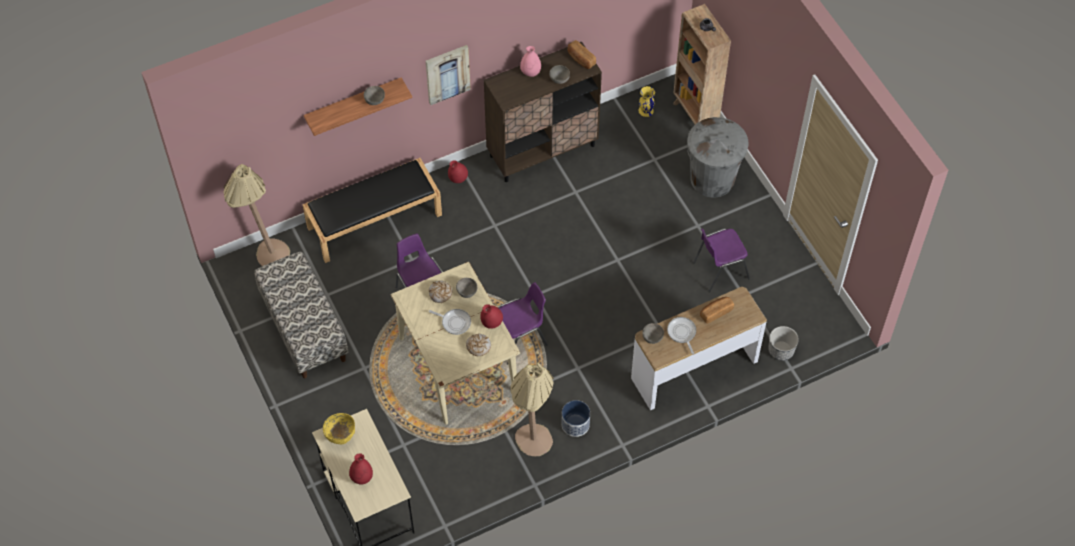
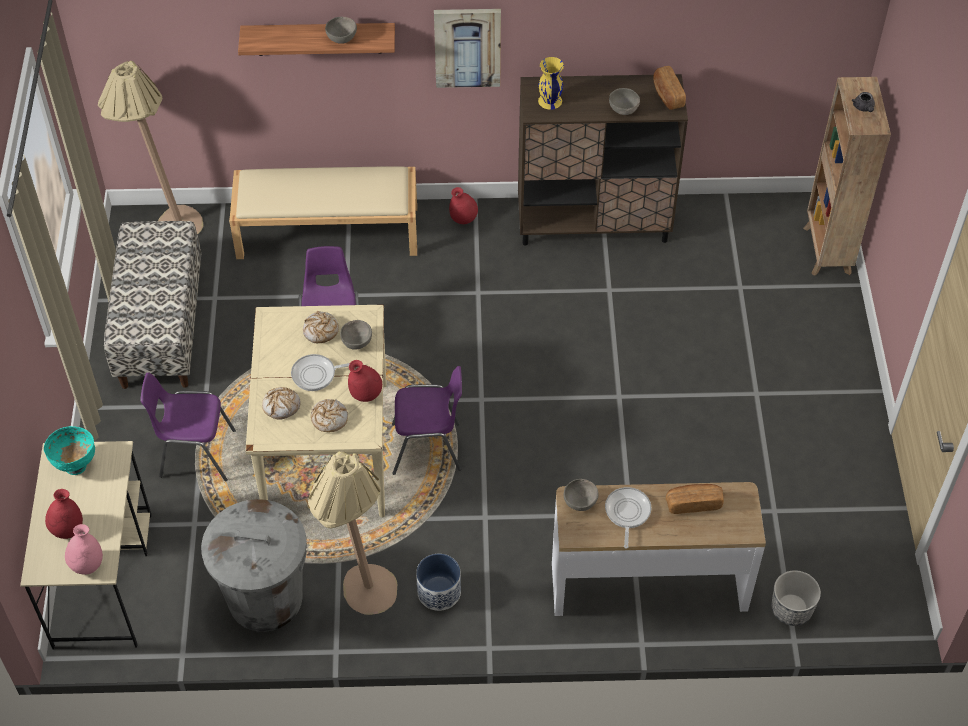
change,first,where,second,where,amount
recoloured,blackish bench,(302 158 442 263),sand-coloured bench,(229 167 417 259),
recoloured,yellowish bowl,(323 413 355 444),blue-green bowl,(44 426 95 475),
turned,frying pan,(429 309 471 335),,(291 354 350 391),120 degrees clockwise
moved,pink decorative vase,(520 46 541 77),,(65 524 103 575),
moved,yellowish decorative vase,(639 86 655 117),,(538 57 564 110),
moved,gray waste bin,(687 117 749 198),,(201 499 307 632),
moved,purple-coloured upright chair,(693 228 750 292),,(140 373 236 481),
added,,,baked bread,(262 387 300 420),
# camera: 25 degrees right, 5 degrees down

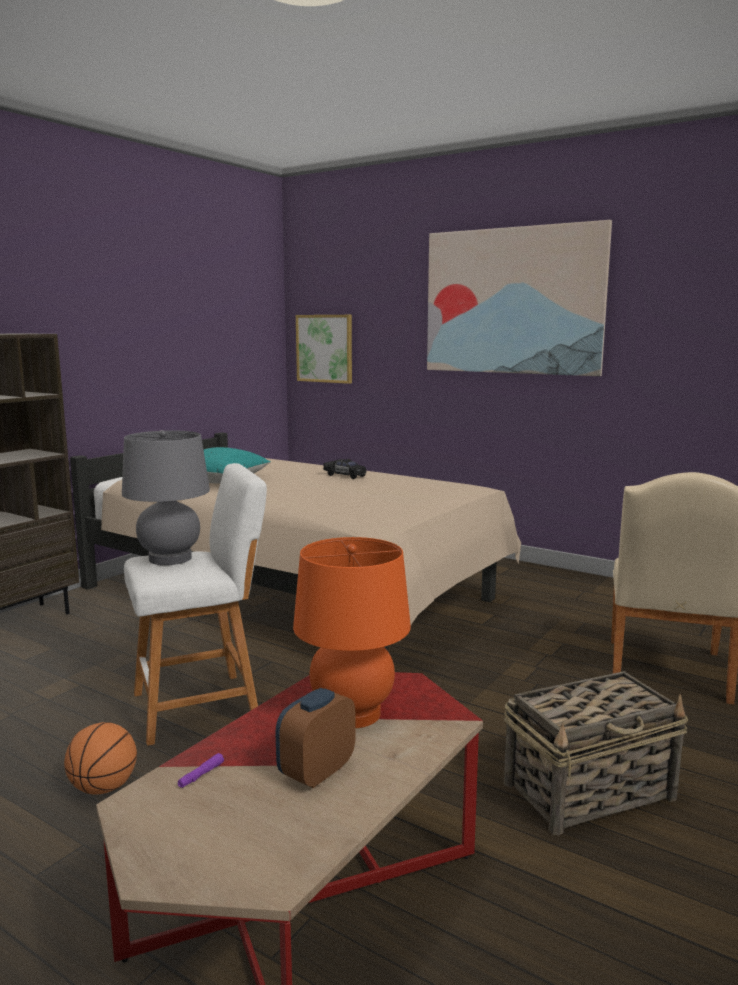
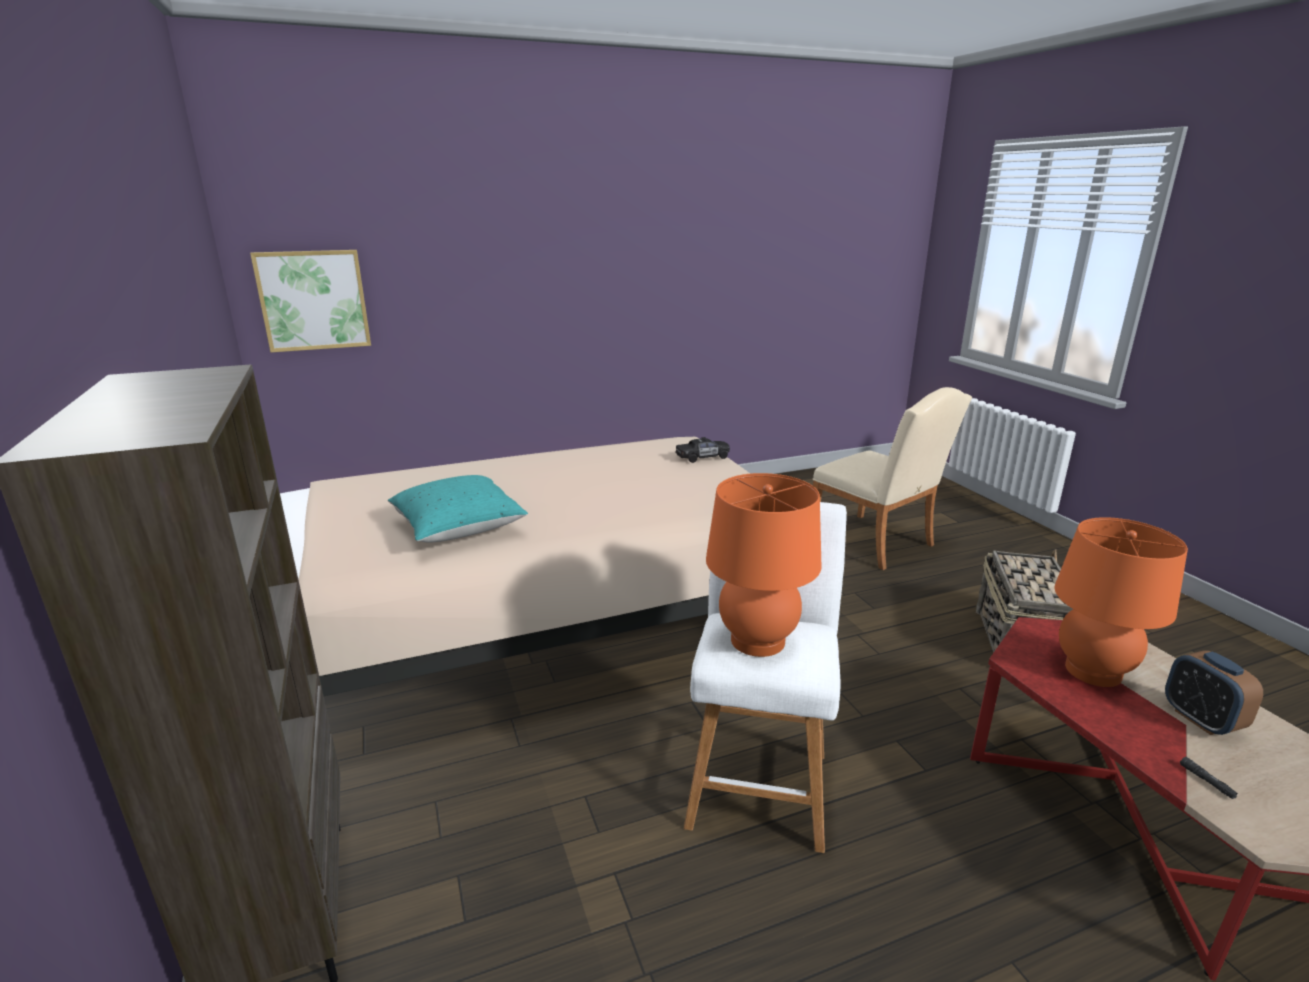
change,first,where,second,where,amount
removed,basketball ball,(64 722 137 795),,,
recoloured,gray table lamp,(122 430 210 565),orange table lamp,(706 473 821 657),
recoloured,purple-coloured flashlight,(178 753 224 788),blackish flashlight,(1180 757 1238 799),
moved,blackish toy car,(323 459 366 479),,(675 437 730 463),
removed,wall art,(427 220 612 376),,,
# camera: 55 degrees left, 10 degrees up

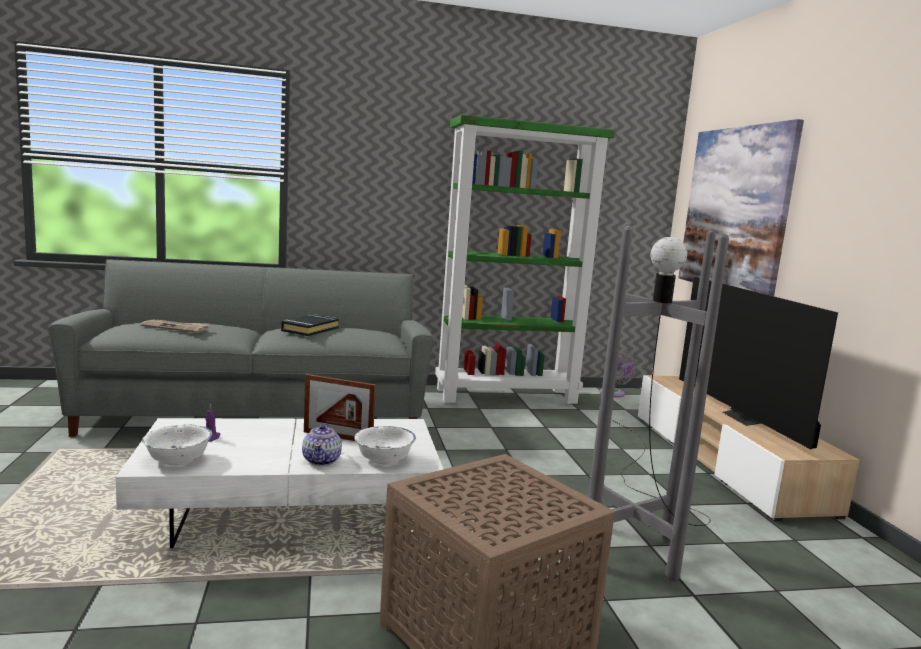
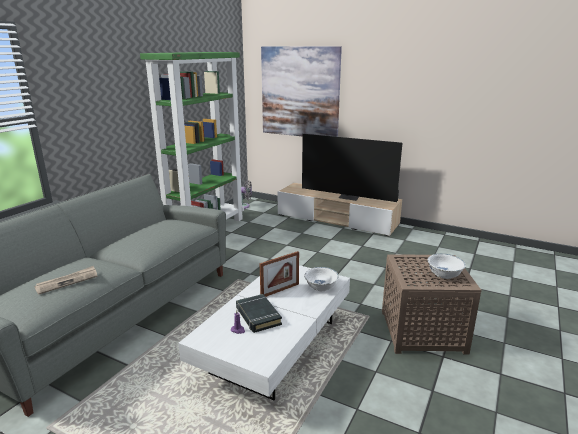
change,first,where,second,where,amount
moved,white bowl,(142 424 213 465),,(428 254 466 279),
moved,blackish volume,(281 314 340 336),,(236 294 282 333),
removed,pot for tea,(302 423 342 466),,,
removed,gray standing lamp,(588 223 729 582),,,
# camera: 50 degrees left, 10 degrees up

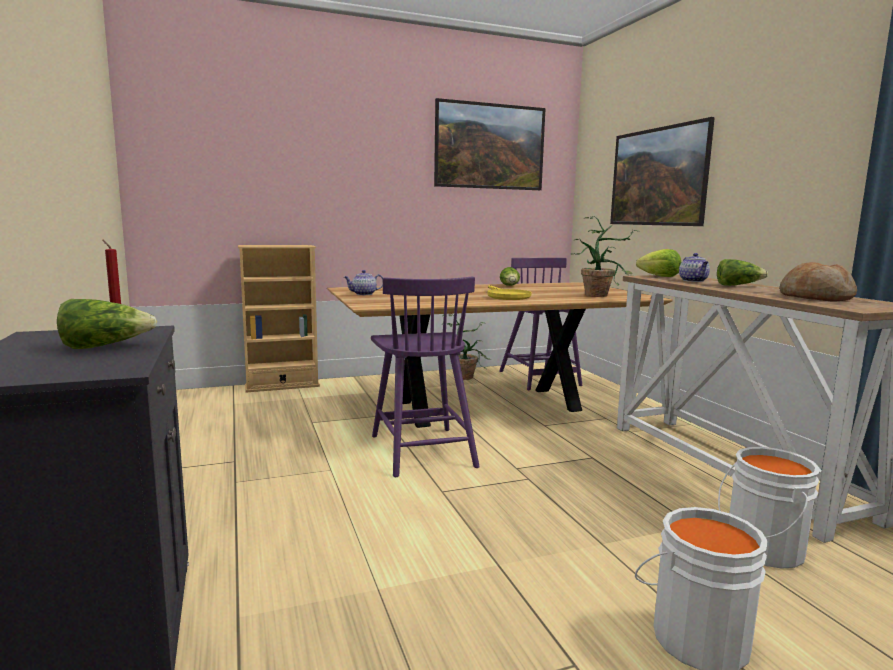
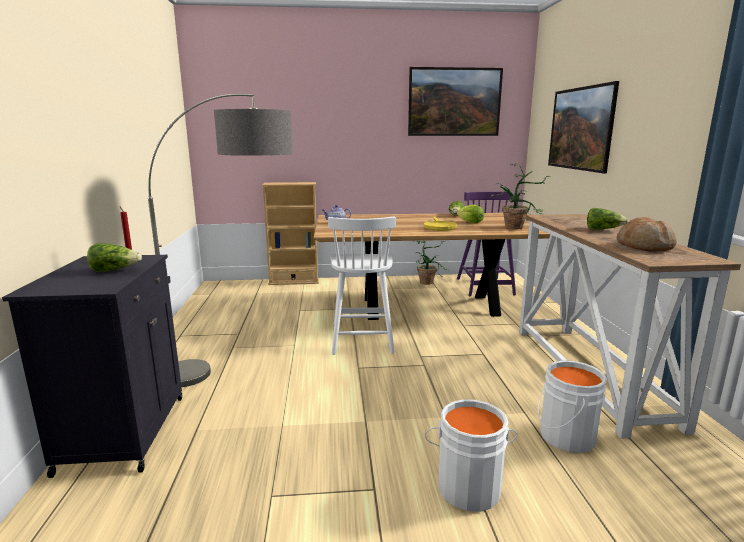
change,first,where,second,where,amount
recoloured,purple-coloured upright chair,(371 277 480 477),white upright chair,(328 216 396 355),
moved,lettuce head,(636 249 681 277),,(457 204 484 223),
removed,pot for tea,(679 253 710 282),,,
added,,,standing lamp,(148 94 293 387),
# camera: 15 degrees right, 5 degrees up

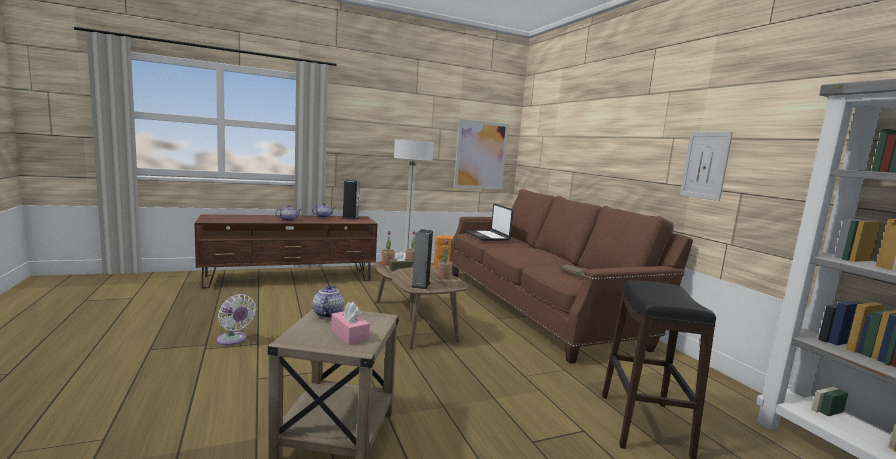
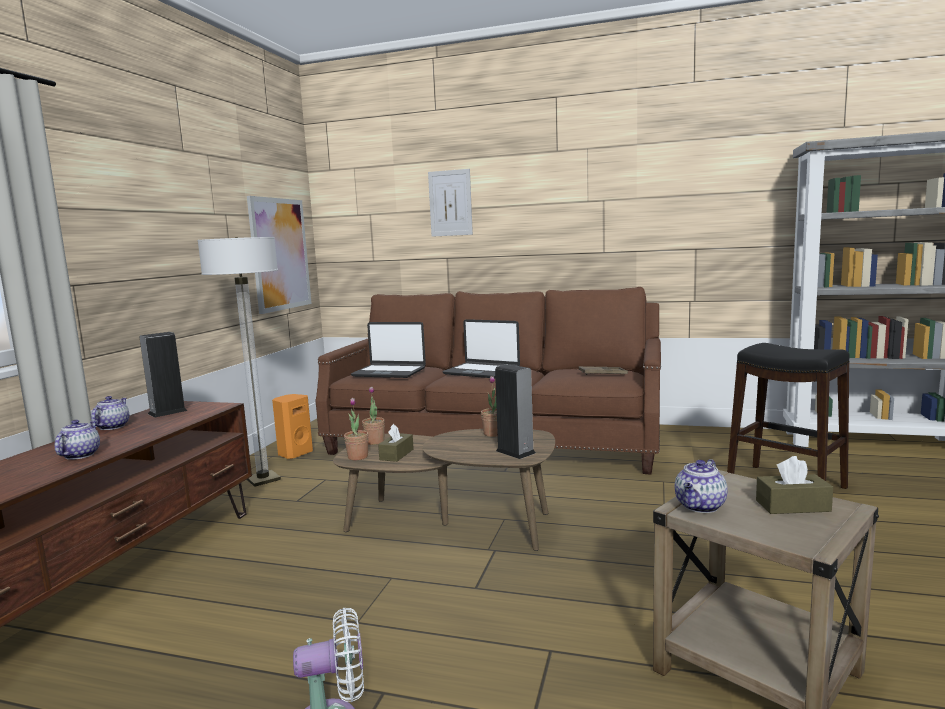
change,first,where,second,where,amount
turned,pot for tea,(312 285 344 318),,(675 459 728 513),90 degrees counterclockwise
recoloured,pink tissue holder,(331 302 370 345),brown tissue holder,(756 456 833 514),
moved,wall art,(680 132 733 201),,(428 169 473 237),
added,,,notebook computer,(443 319 520 379),
# camera: 50 degrees left, 0 degrees up

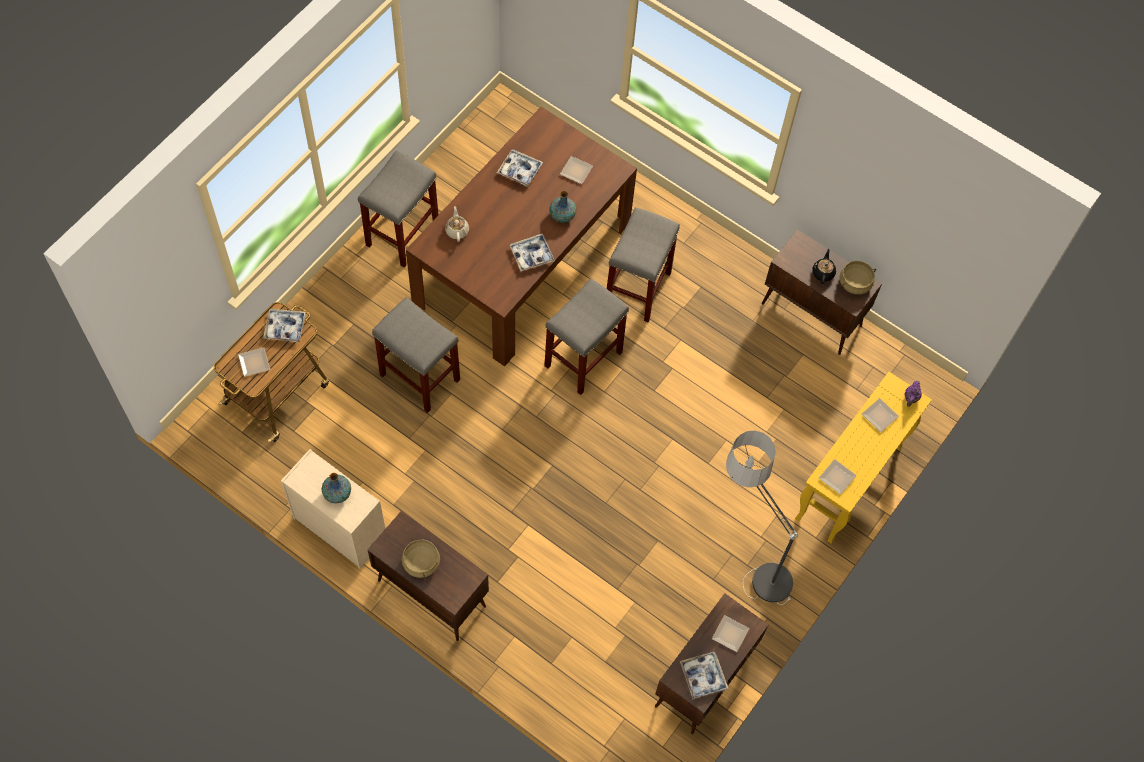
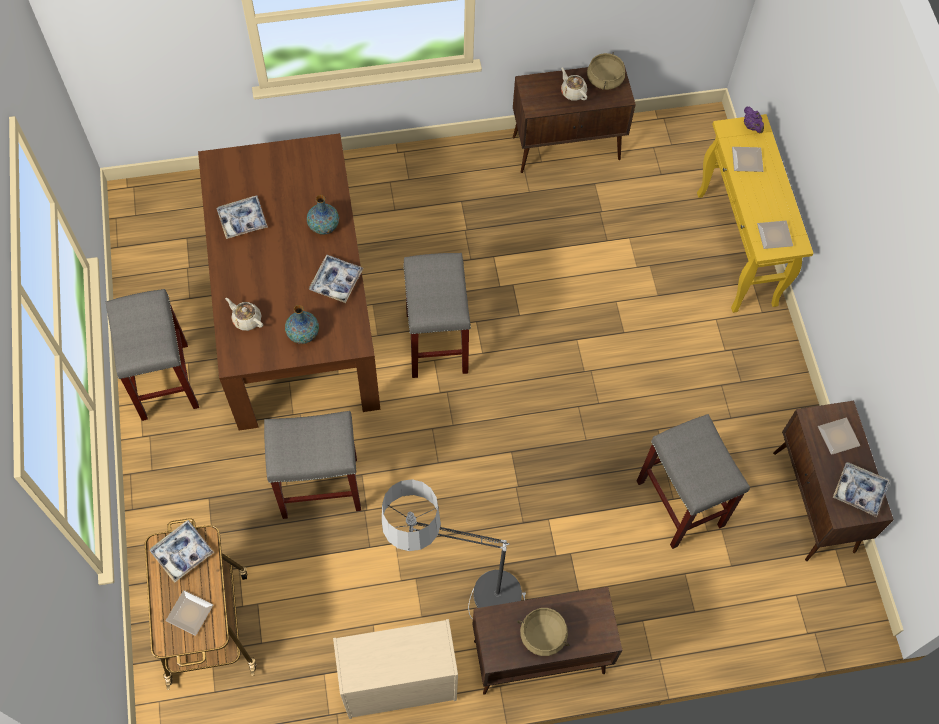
change,first,where,second,where,amount
moved,decorative vase,(321 473 351 504),,(285 305 319 344),
removed,dinner plate,(560 156 593 184),,,
moved,gray stool seat,(607 207 680 322),,(637 414 750 549),
moved,standing lamp,(726 431 797 605),,(382 479 526 619),
recoloured,blackish pot for tea,(812 249 836 284),sand-coloured pot for tea,(561 67 587 100),
# camera: 45 degrees left, 0 degrees up

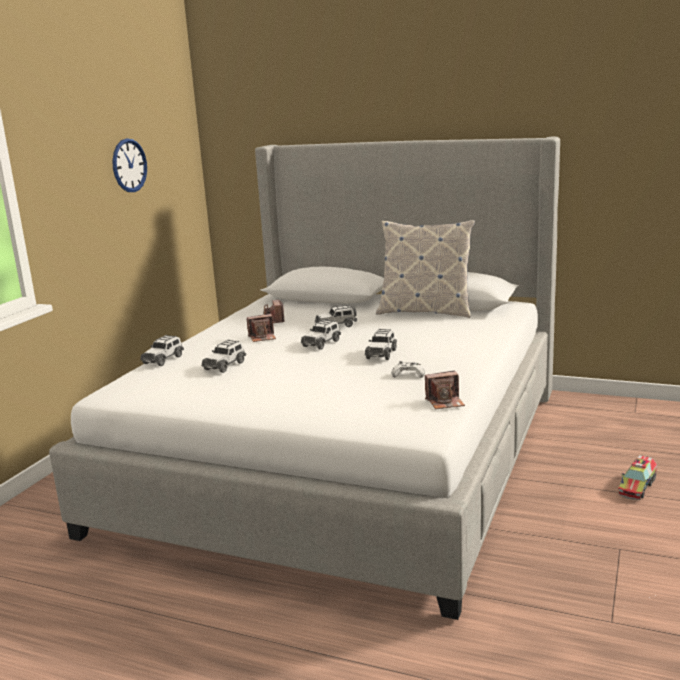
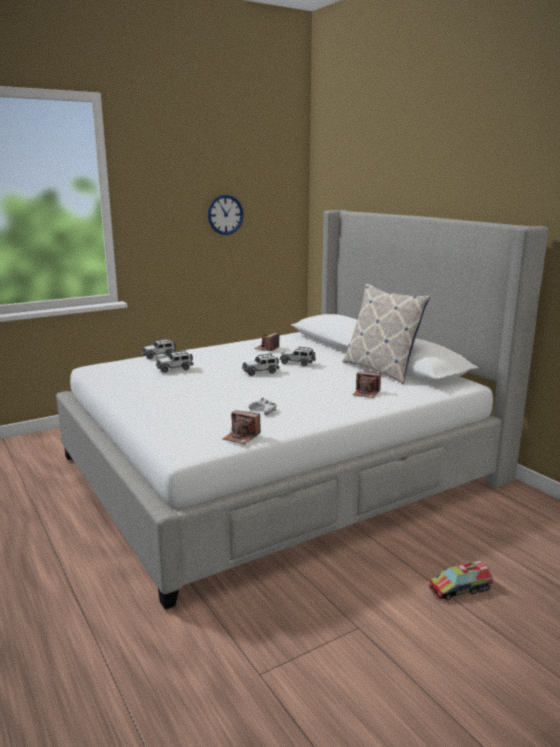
change,first,where,second,where,amount
moved,still camera,(247 314 276 342),,(352 371 381 398),
removed,toy car,(365 329 397 360),,,
# camera: 35 degrees right, 0 degrees up

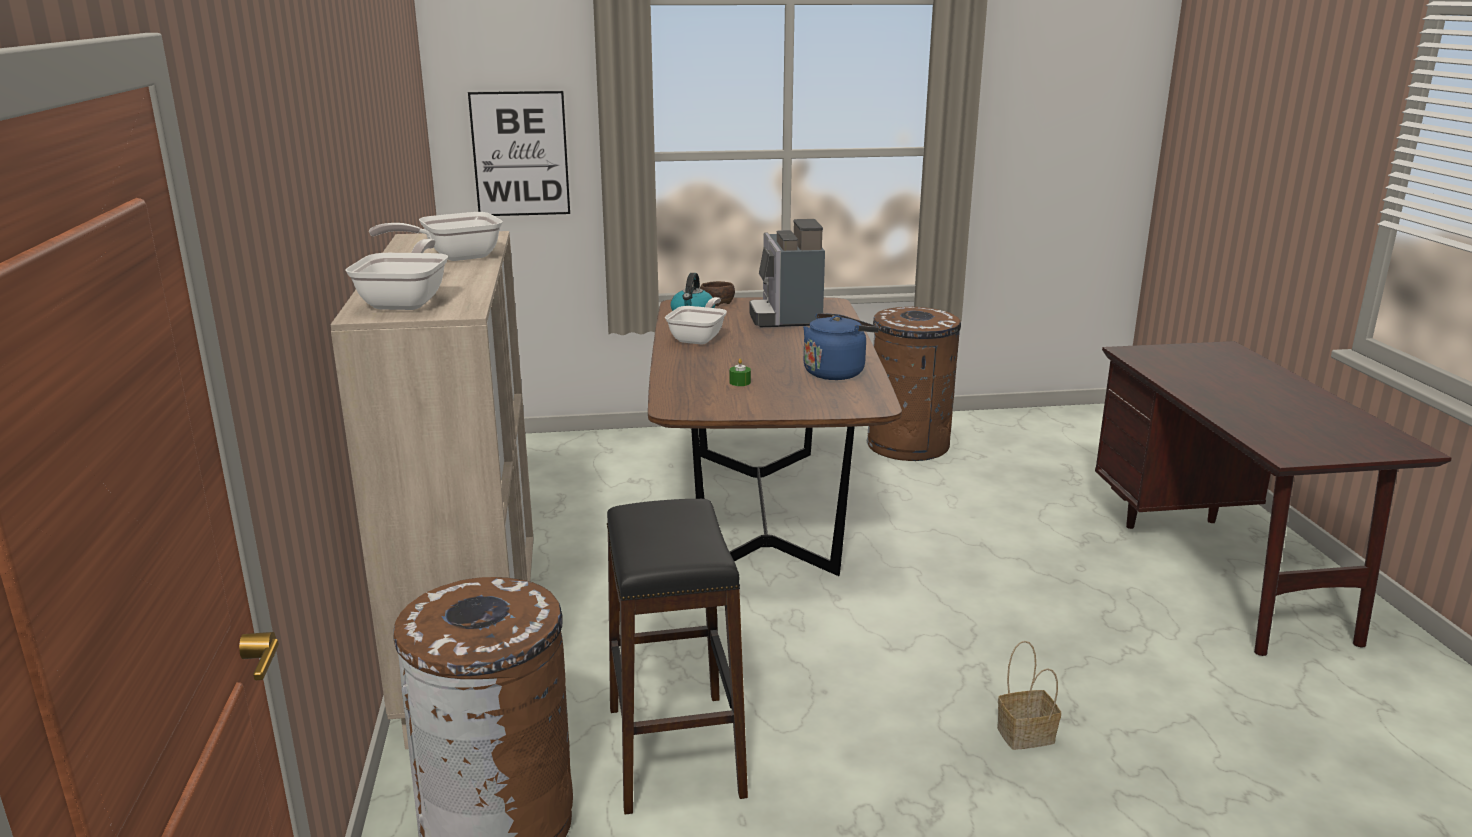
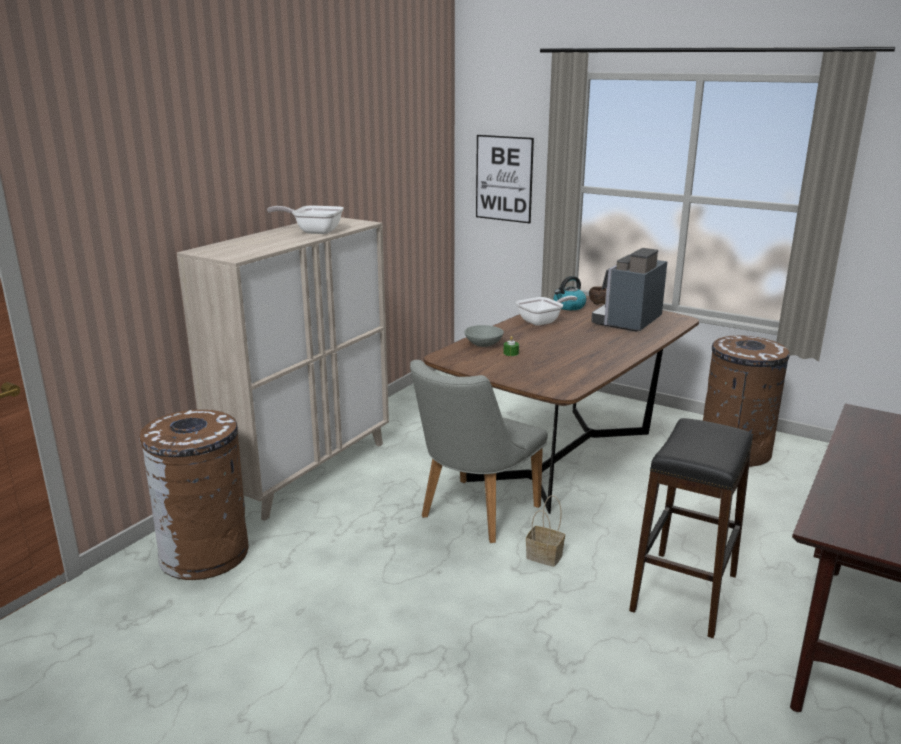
change,first,where,second,where,amount
removed,frying pan,(346 239 448 310),,,
moved,blackish stool seat,(607 499 748 815),,(629 418 753 638),
removed,blue-coloured tea kettle,(803 313 879 380),,,
moved,basket,(997 641 1061 750),,(526 495 565 567),
added,,,gray upright chair,(410 360 548 543),
added,,,gray bowl,(464 325 504 347),
# camera: 40 degrees right, 0 degrees up

